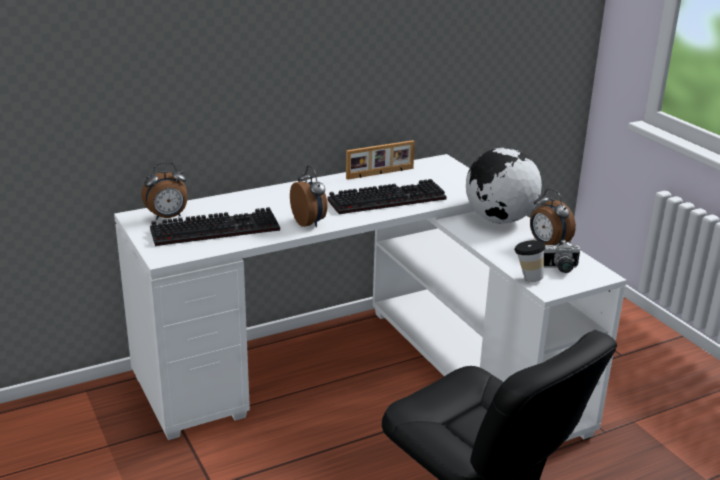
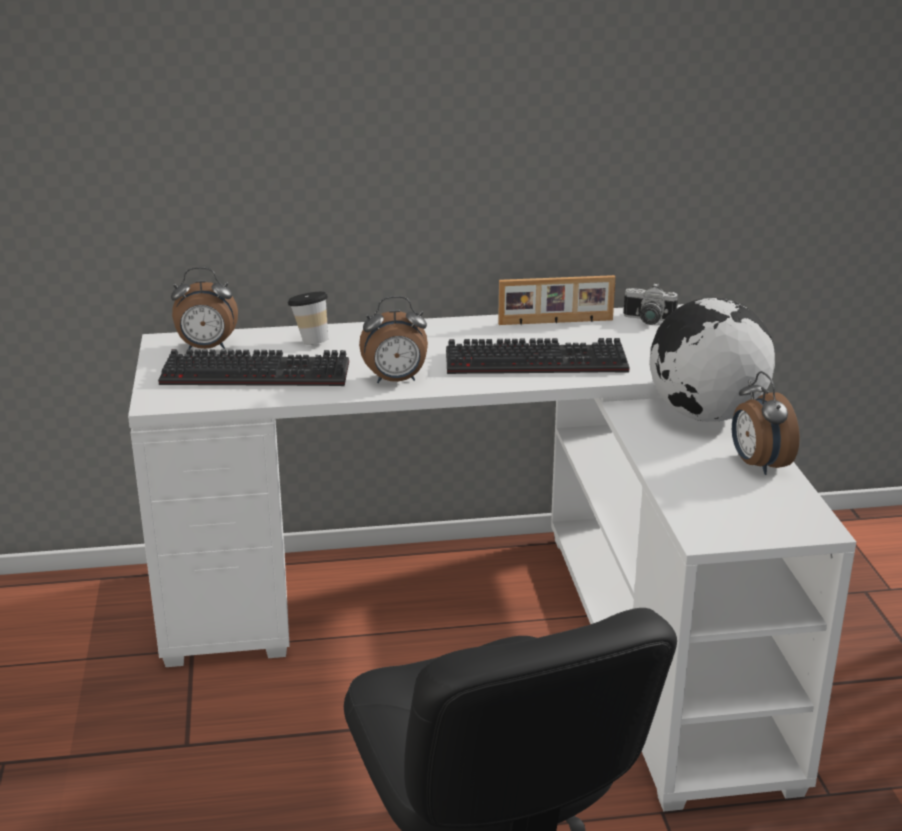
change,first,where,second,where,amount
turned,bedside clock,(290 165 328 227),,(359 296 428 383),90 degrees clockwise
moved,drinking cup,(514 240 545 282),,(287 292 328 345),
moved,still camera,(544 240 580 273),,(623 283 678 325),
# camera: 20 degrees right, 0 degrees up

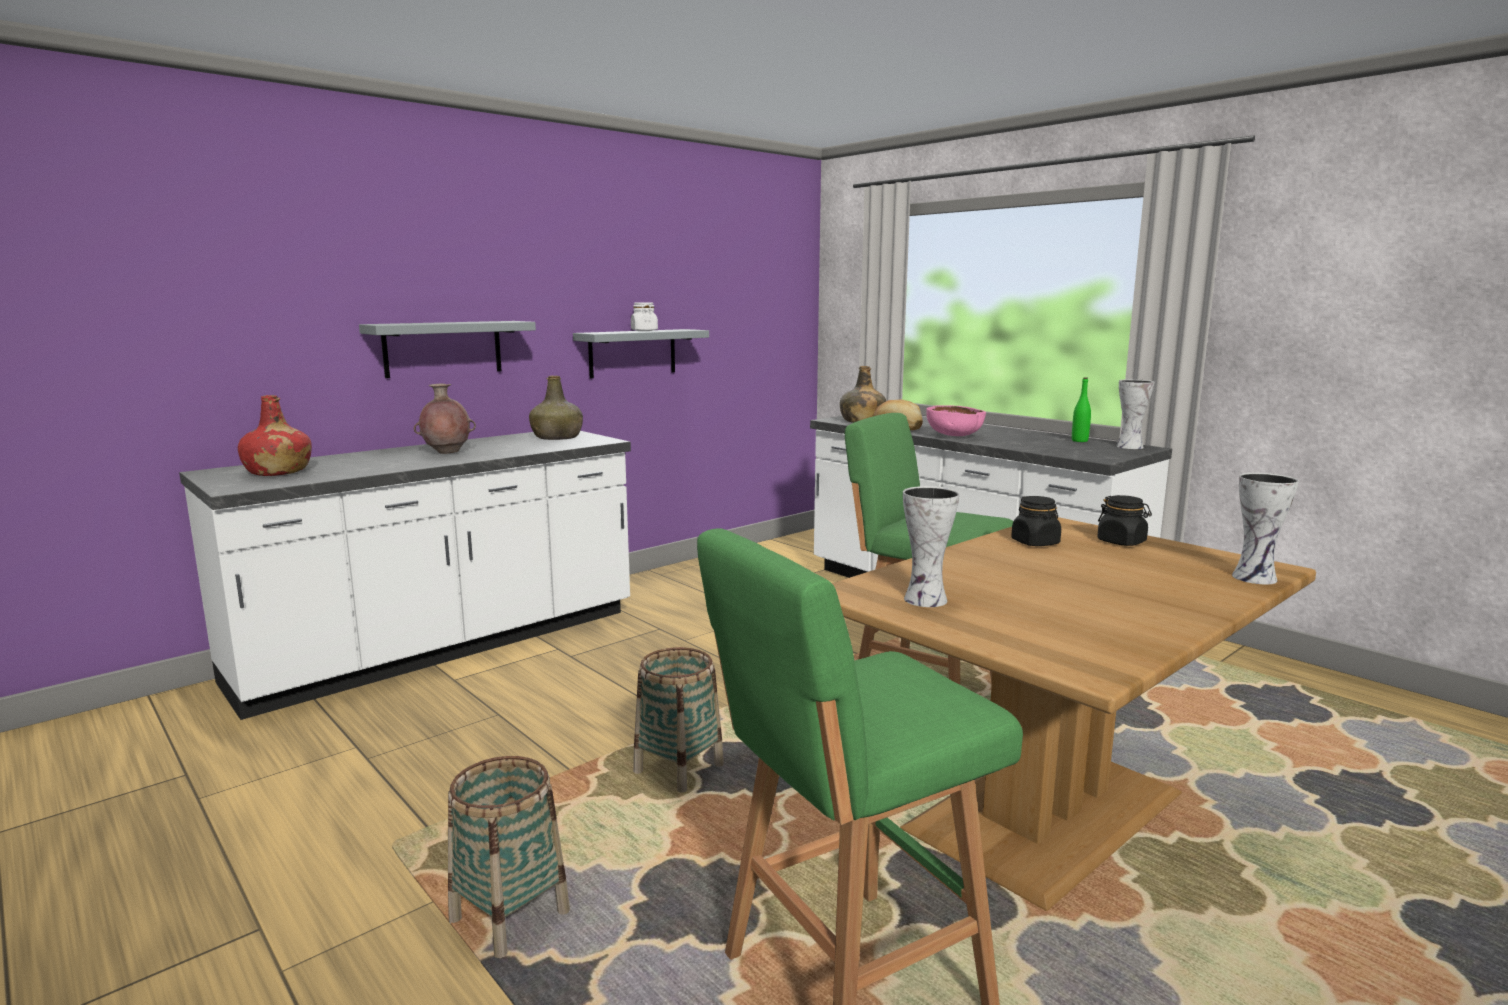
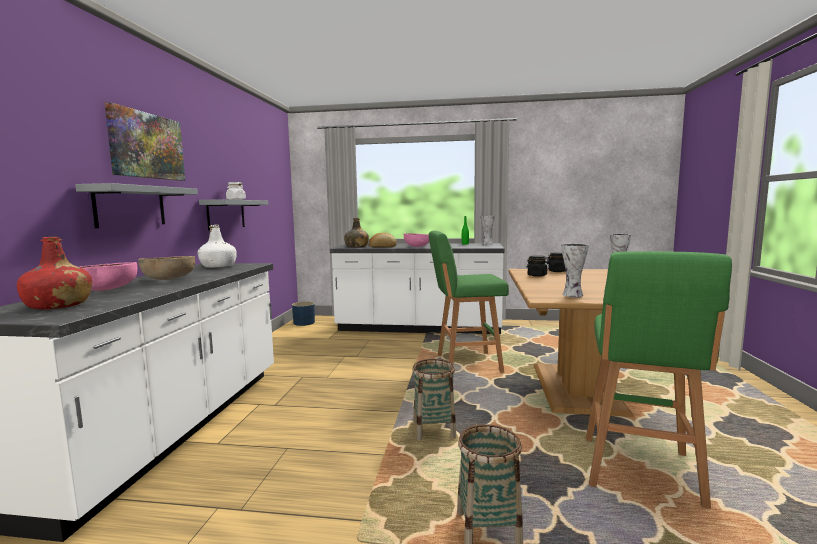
change,first,where,second,where,amount
replaced,brown decorative vase,(414 384 476 454),brown bowl,(138 256 195 280),
recoloured,green-coloured bottle,(529 376 583 440),white bottle,(198 225 237 268),
added,,,pink bowl,(80 262 138 291),
added,,,wall art,(104 102 185 181),
added,,,blue-coloured plant pot,(292 301 315 326),
# camera: 40 degrees left, 5 degrees down

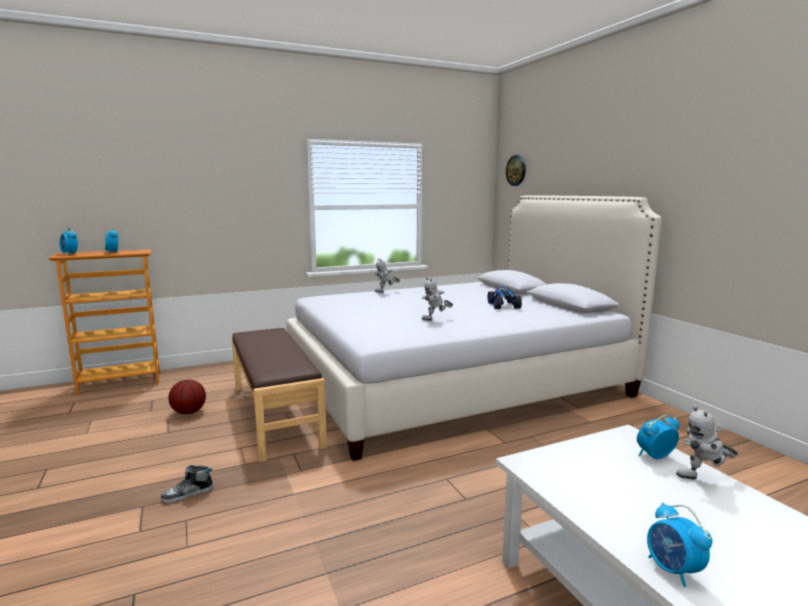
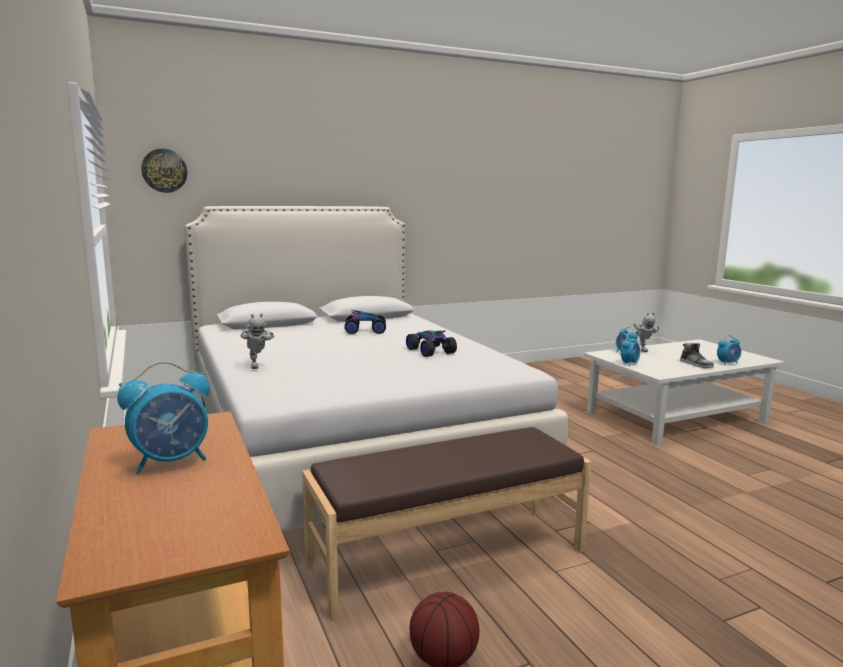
change,first,where,second,where,amount
moved,bedside clock,(60 227 78 255),,(621 335 640 366),
moved,item of footwear,(161 465 213 503),,(680 343 714 368),
replaced,toy robot,(422 277 453 321),toy car,(406 330 457 357),
# camera: 90 degrees left, 0 degrees up

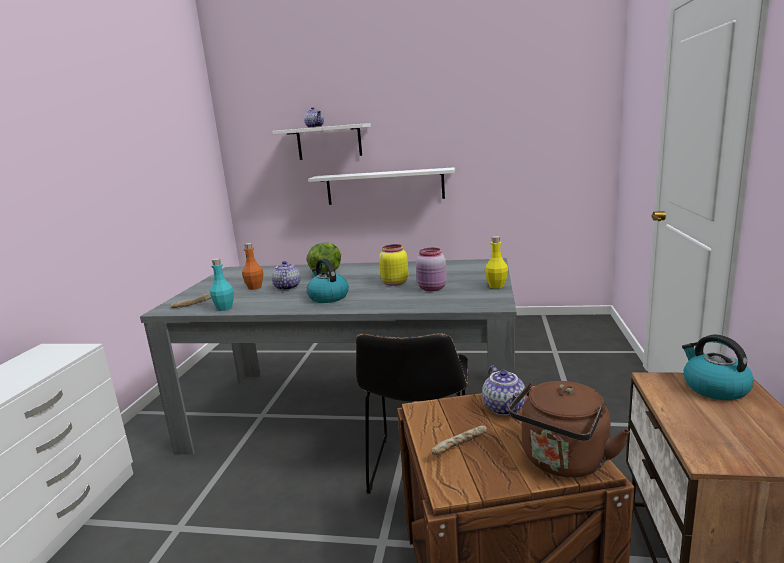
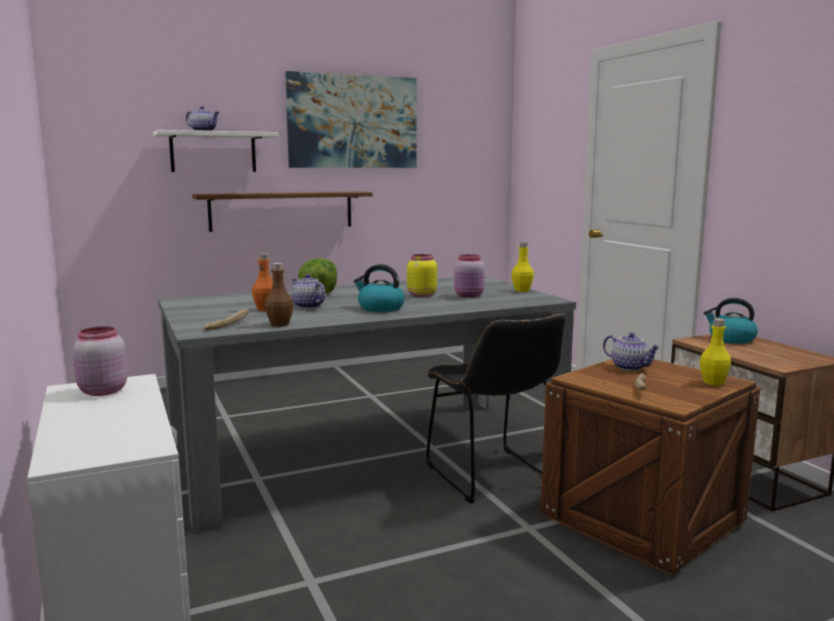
change,first,where,second,where,amount
recoloured,blue-green bottle,(210 258 234 311),brown bottle,(265 263 293 327),
recoloured,white wall shelf,(308 167 455 205),brown wall shelf,(192 191 372 232),
replaced,brown tea kettle,(508 381 630 477),yellowish bottle,(700 318 731 385),
added,,,pink storage jar,(73 326 127 396),
added,,,wall art,(285 71 416 168),
# camera: 35 degrees left, 5 degrees down

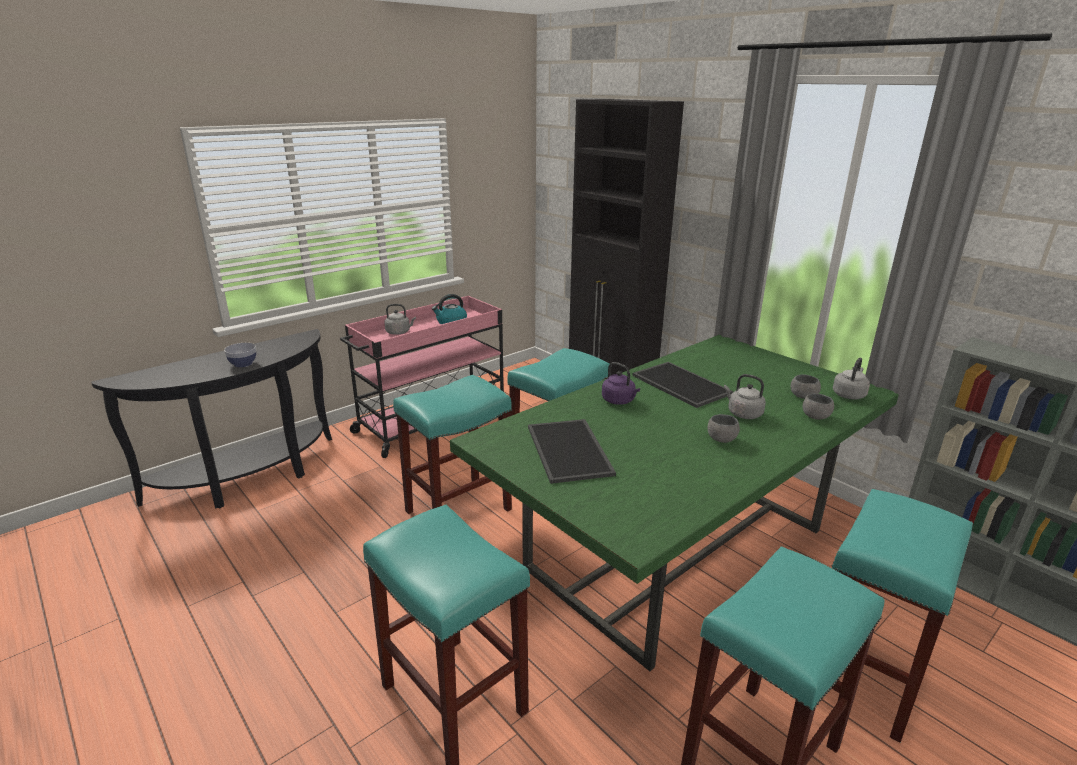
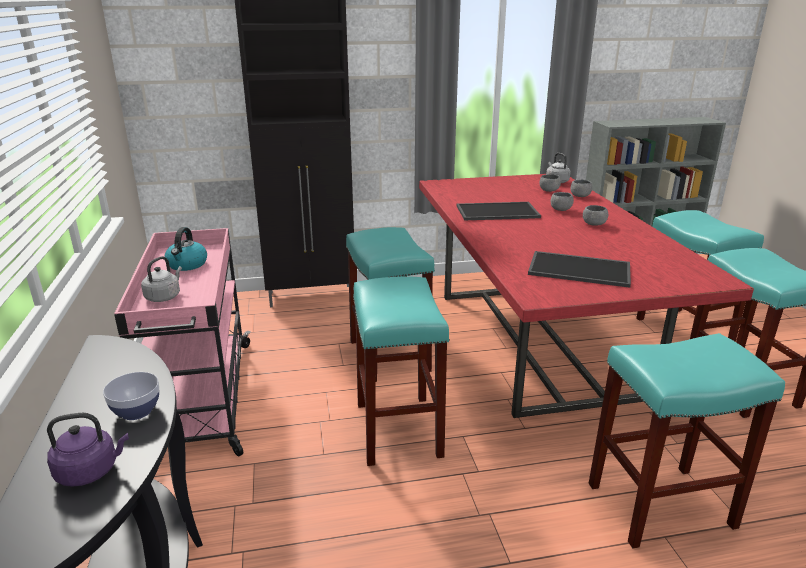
change,first,where,second,where,amount
recoloured,green-coloured kitchen table,(450 335 899 671),red kitchen table,(419 174 754 418),
moved,purple-coloured tea kettle,(602 362 640 405),,(47 413 129 487),
replaced,gray tea kettle,(724 374 766 419),gray bowl,(551 192 574 211),
# camera: 60 degrees left, 0 degrees up

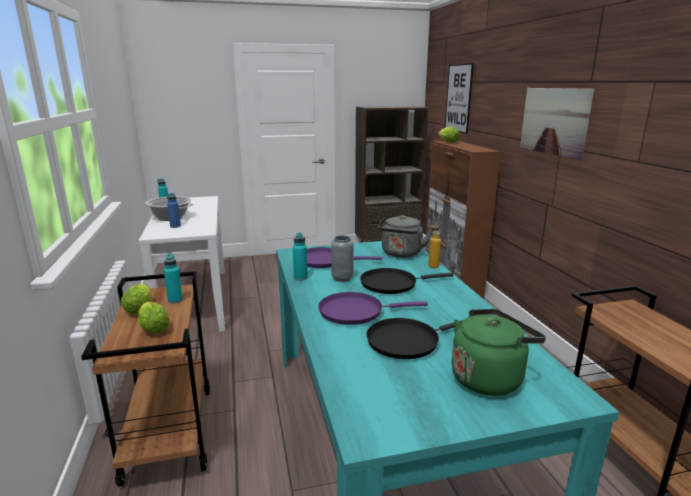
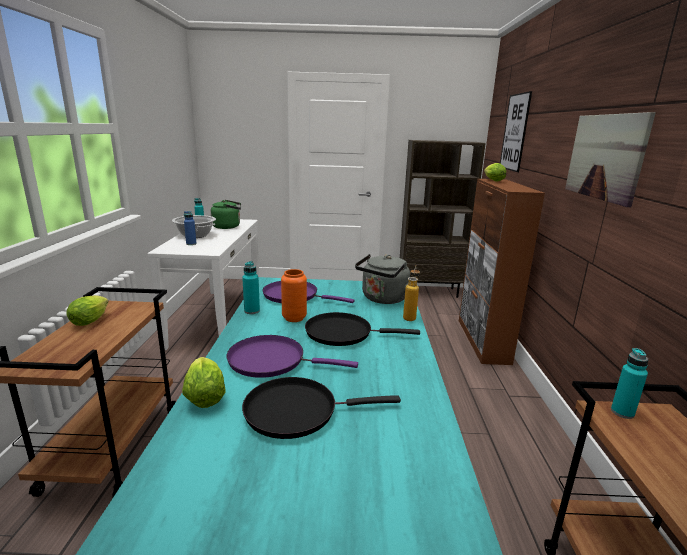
change,first,where,second,where,amount
moved,lettuce head,(138 302 170 334),,(182 357 225 408),
moved,blue-green bottle,(164 254 183 304),,(611 348 648 419),
recoloured,gray decorative vase,(331 235 354 282),orange decorative vase,(281 269 307 322),
moved,green-coloured tea kettle,(452 309 546 396),,(211 200 241 229),
# camera: 15 degrees right, 0 degrees up

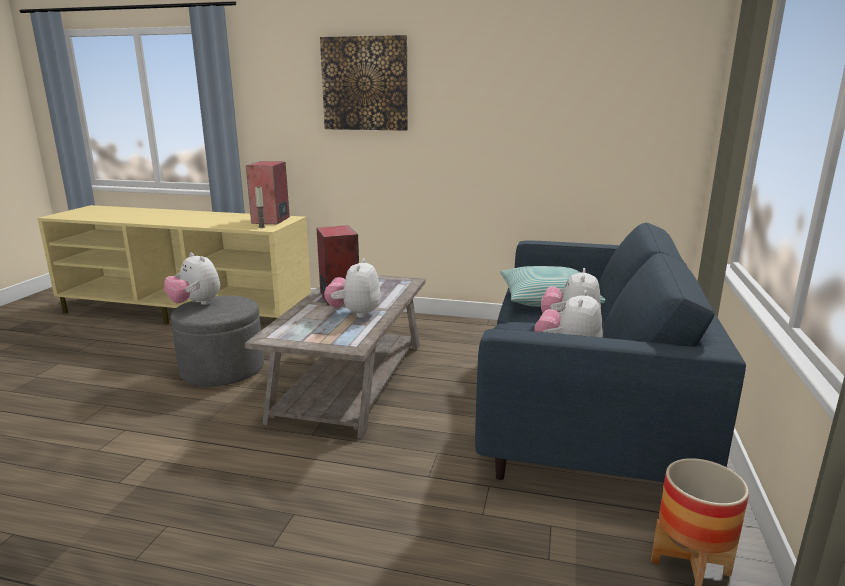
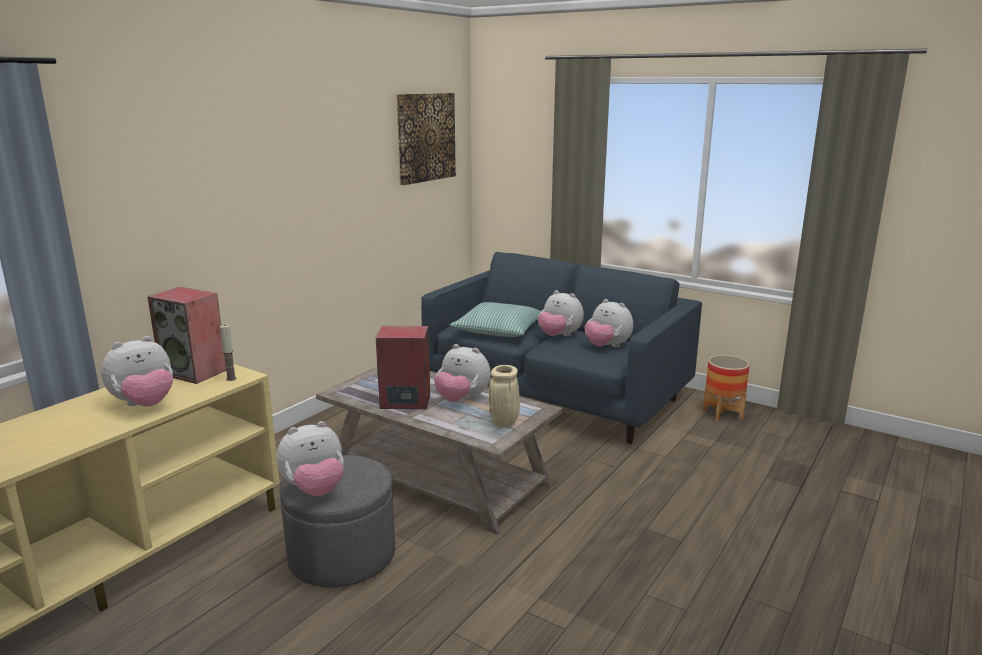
change,first,where,second,where,amount
moved,wall art,(320 35 408 131),,(396 93 456 185),
added,,,cuddly toy,(101 336 173 407),
added,,,sand-coloured decorative vase,(489 365 520 428),
# camera: 70 degrees left, 0 degrees up

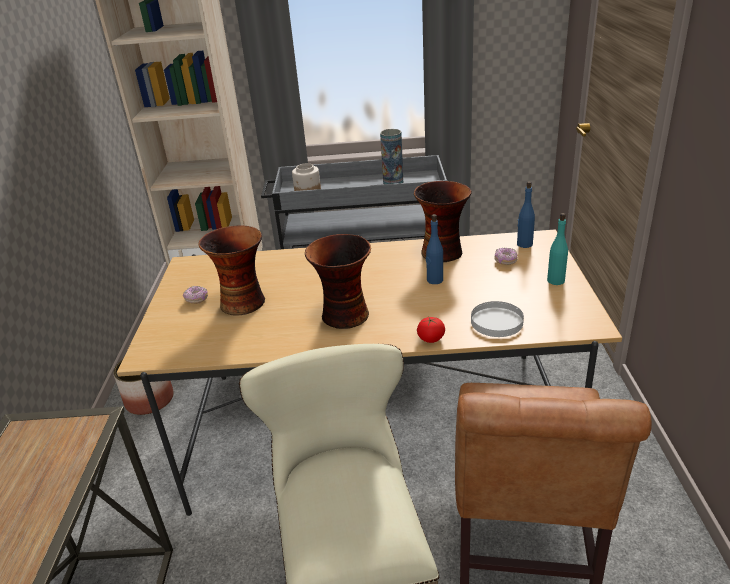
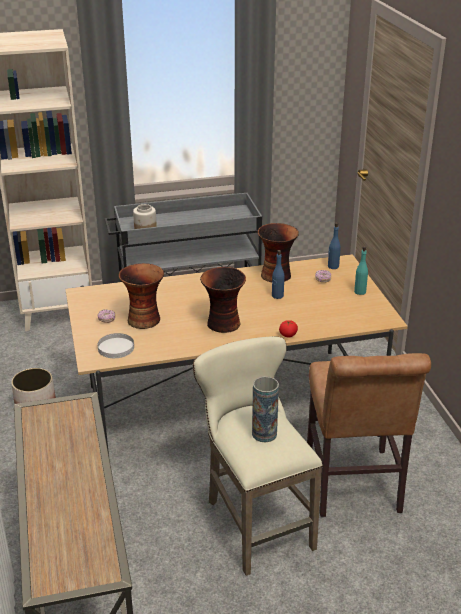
change,first,where,second,where,amount
moved,decorative vase,(380 129 403 184),,(252 376 279 443),
moved,white dinner plate,(471 301 524 337),,(97 333 134 358),
# camera: 15 degrees left, 0 degrees up

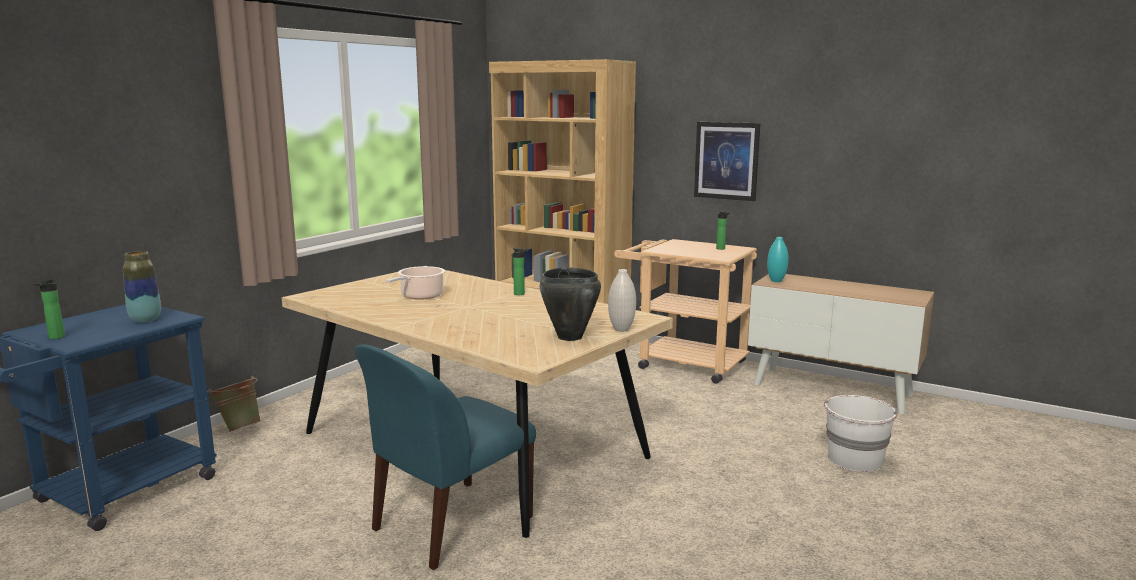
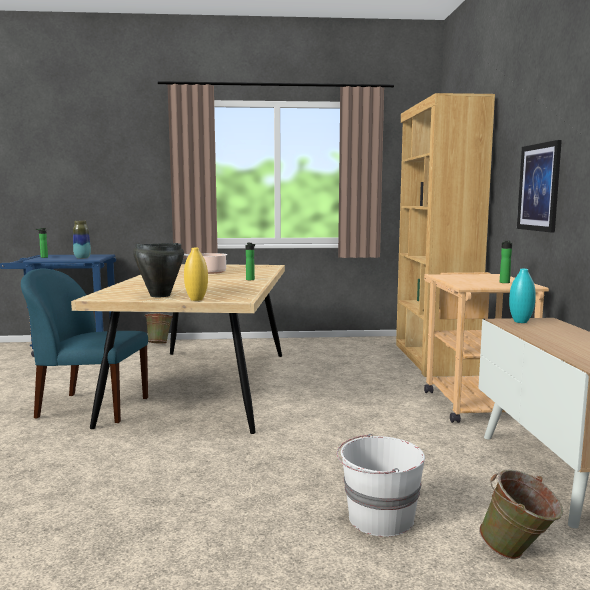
change,first,where,second,where,amount
recoloured,white decorative vase,(608 269 636 332),yellowish decorative vase,(184 248 208 301),
added,,,green-coloured bucket,(479 469 563 559),
# camera: 55 degrees right, 5 degrees down

